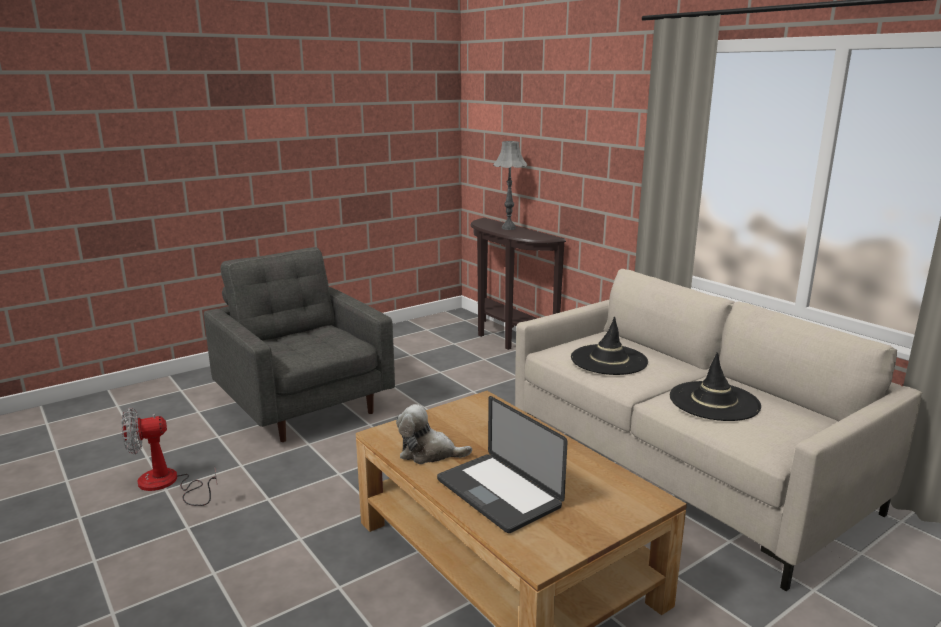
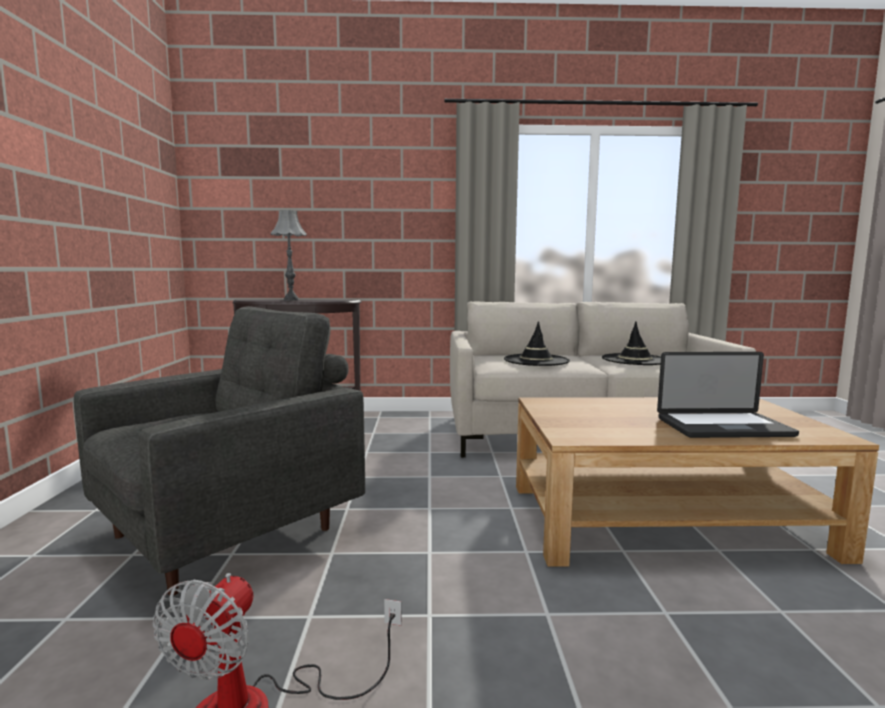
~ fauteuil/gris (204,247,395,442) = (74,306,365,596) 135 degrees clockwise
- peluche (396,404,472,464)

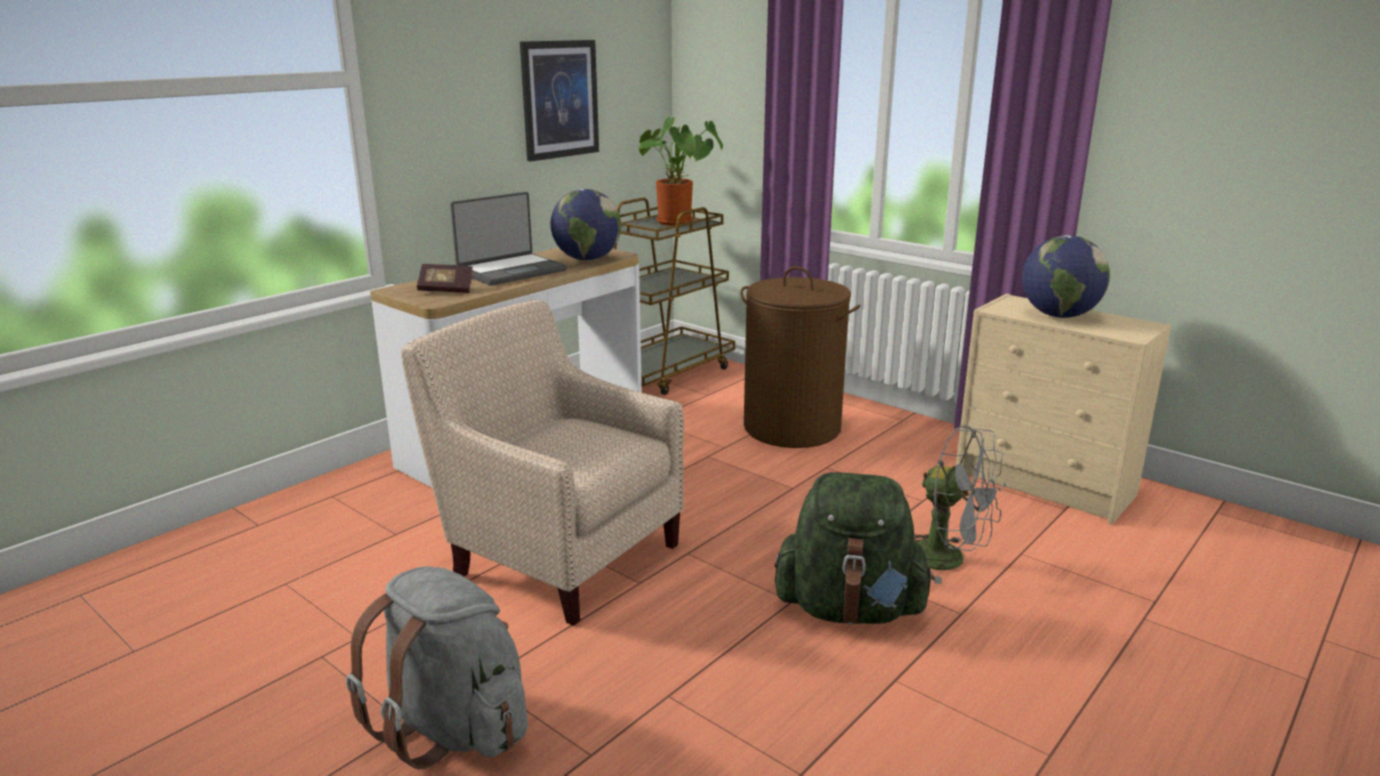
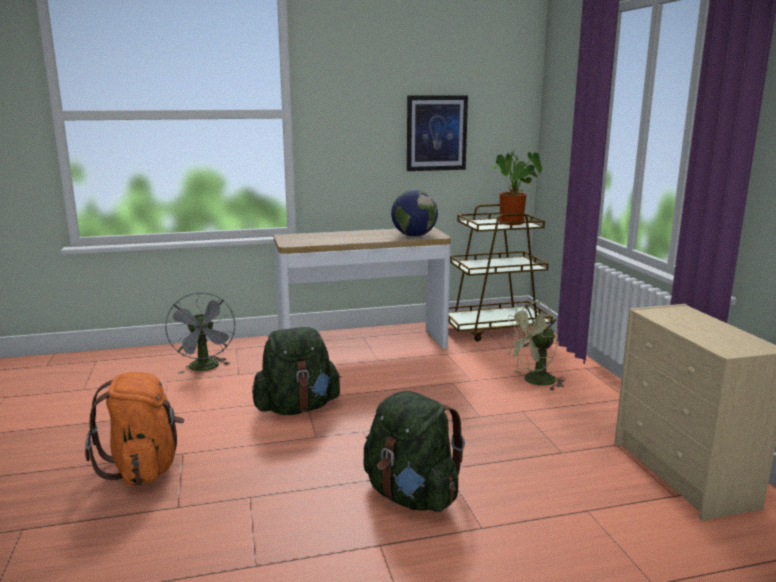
~ sac à dos/gris (346,566,528,770) to sac à dos/orange (85,372,184,485)
~ fauteuil/beige (401,300,684,626) to sac à dos/vert (252,327,341,415)
- livre (417,264,473,293)
- ordinateur portable (450,192,567,285)
~ panier à linge/marron (740,266,860,448) to ventilateur/vert (504,301,566,390)
~ ventilateur/gris (914,425,1006,584) to (165,292,235,373)
- globe (1022,235,1110,318)

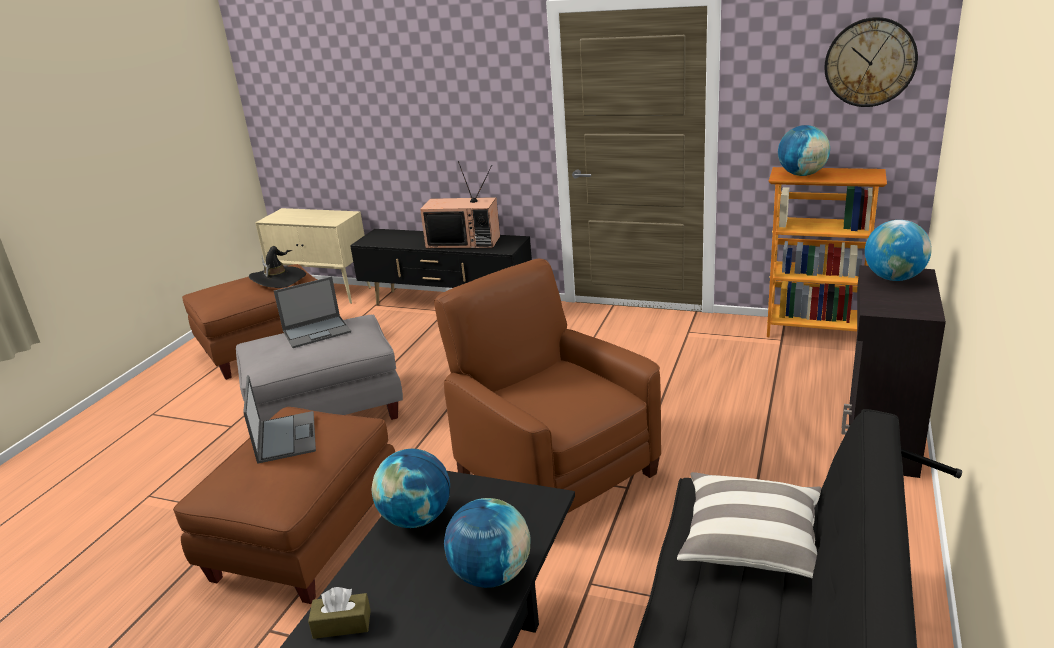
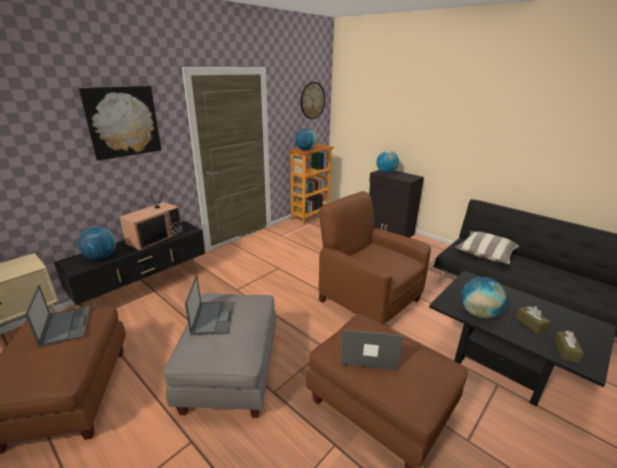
~ chapeau/noir (249,246,306,288) to ordinateur portable (25,285,90,347)
~ fauteuil/marron (434,259,661,513) = (318,191,431,325) 60 degrees clockwise
~ globe (444,498,530,588) to (78,227,116,260)
+ tableau (79,86,162,161)
+ boîte à mouchoirs/marron (516,306,551,333)

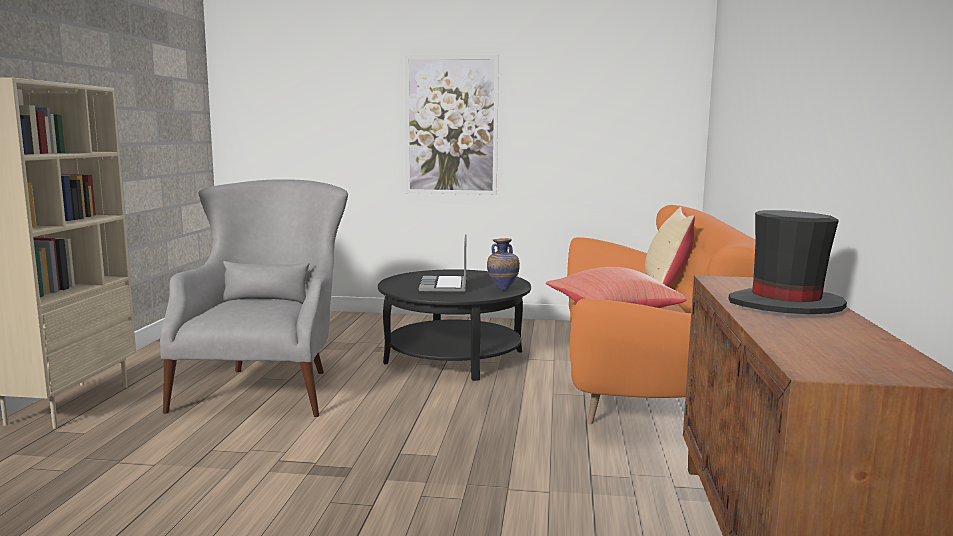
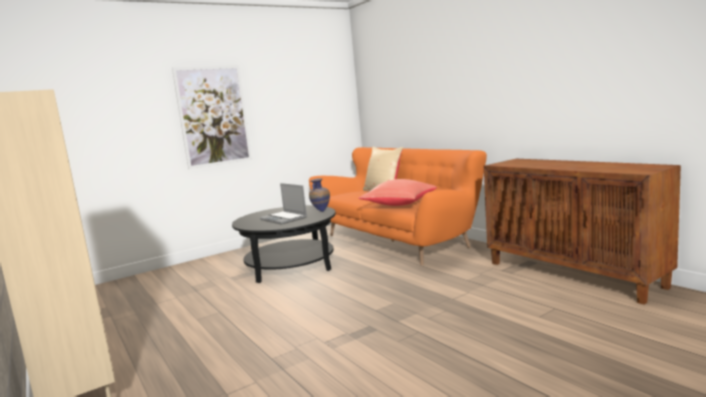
- fauteuil/gris (160,179,348,417)
- chapeau/noir (729,210,847,314)

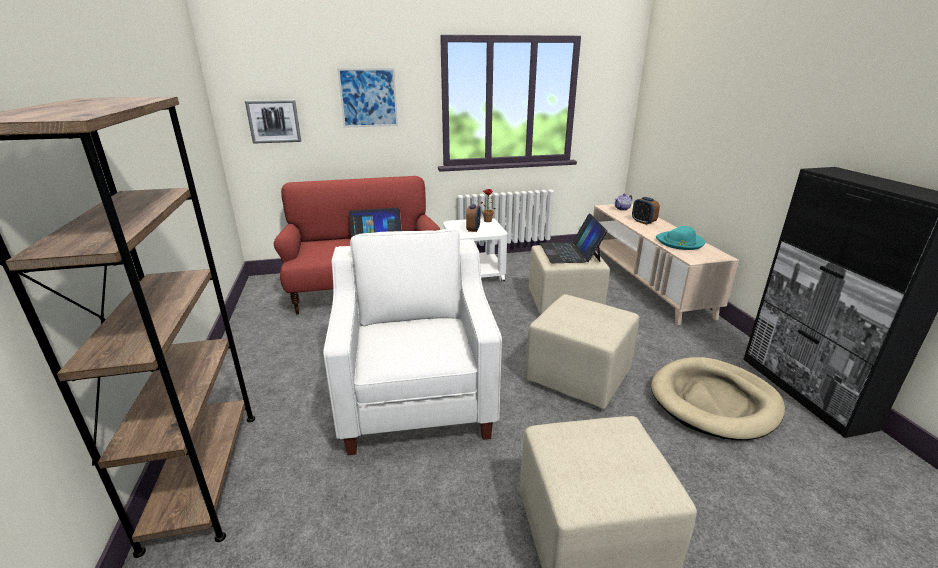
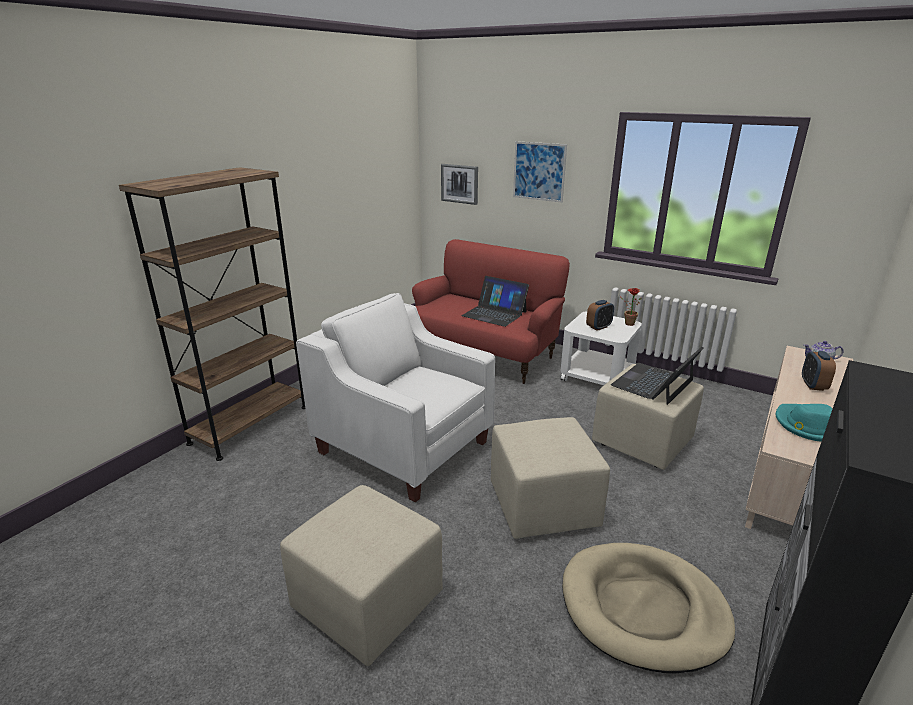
~ fauteuil/blanc (323,229,502,455) = (296,293,495,503) 90 degrees counterclockwise

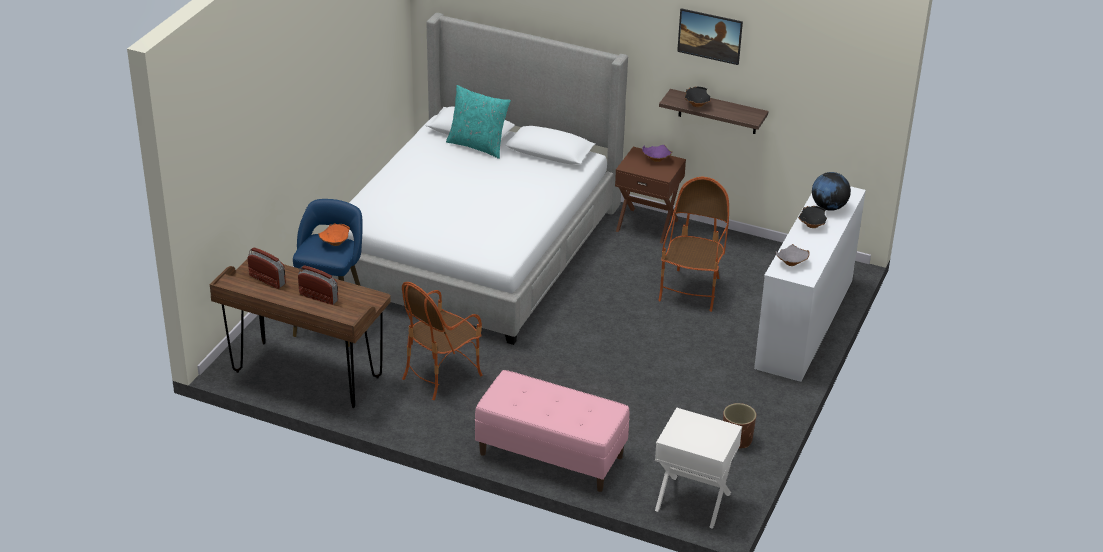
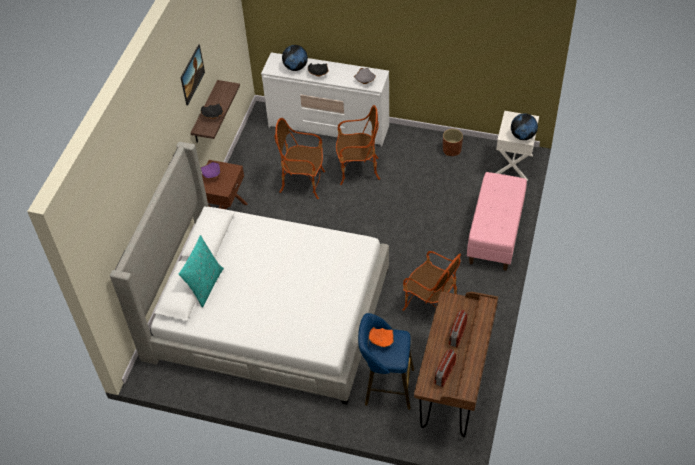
+ fauteuil (336,105,380,185)
+ globe (511,113,538,140)

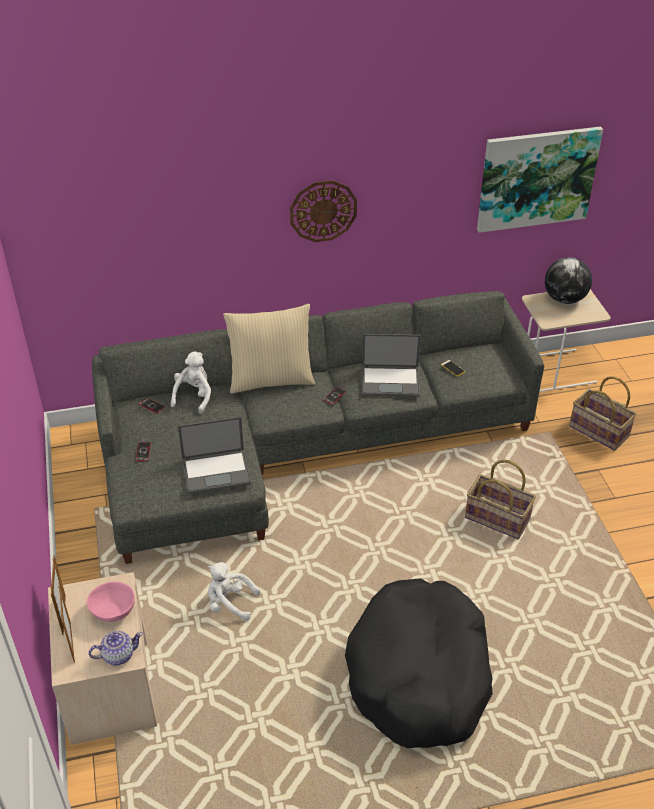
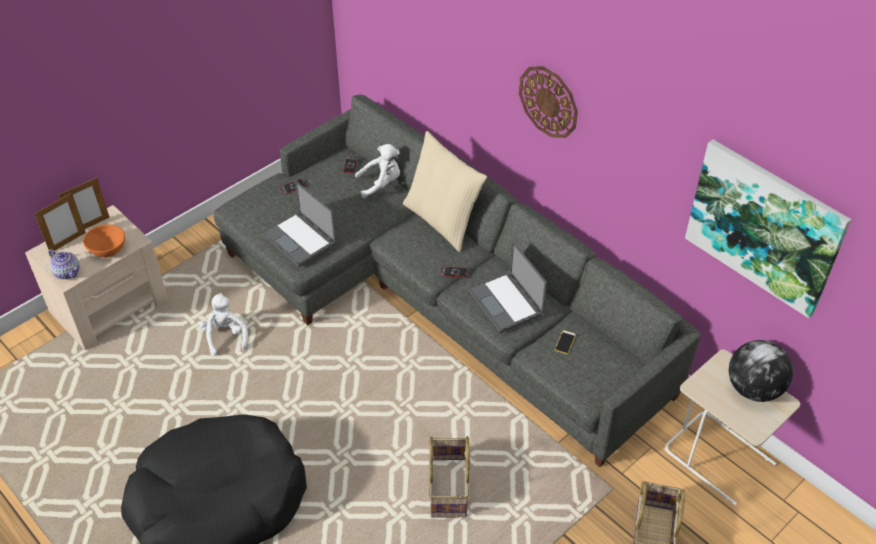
~ bol/rose (87,581,135,622) to bol/orange (83,224,125,258)

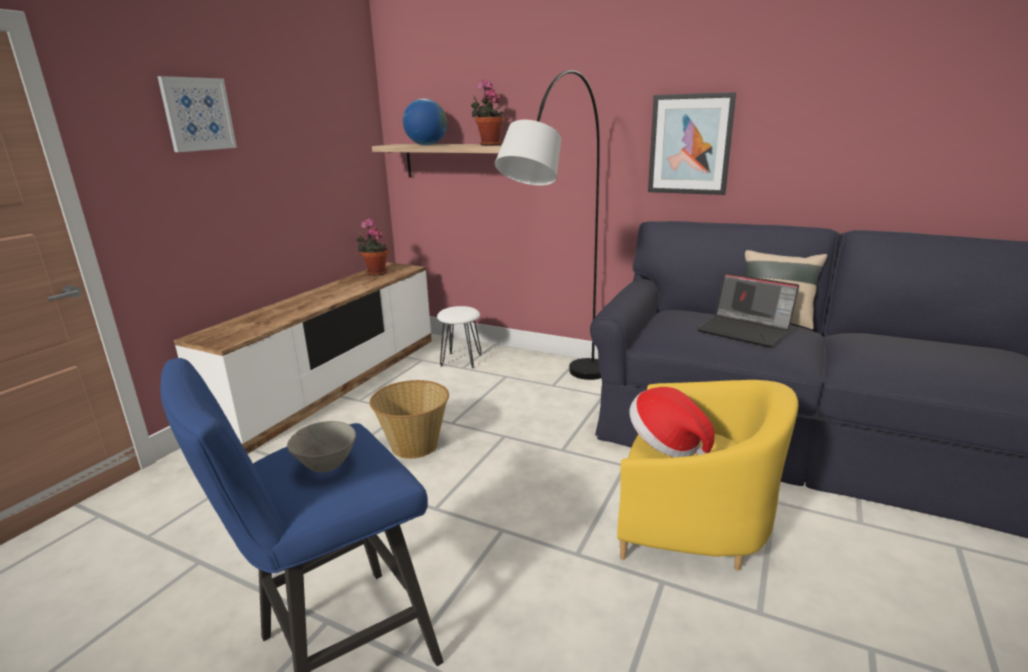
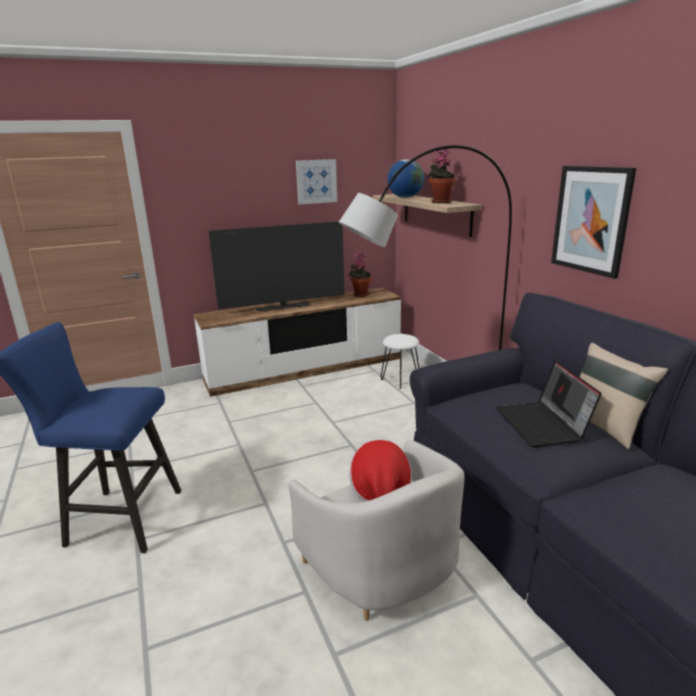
~ tableau (157,76,237,152) to (296,159,337,205)
- bol/gris (287,421,356,472)
- panier (370,380,449,459)
~ fauteuil/jaune (617,380,798,571) to fauteuil/blanc (289,440,465,621)
+ téléviseur (209,221,344,311)

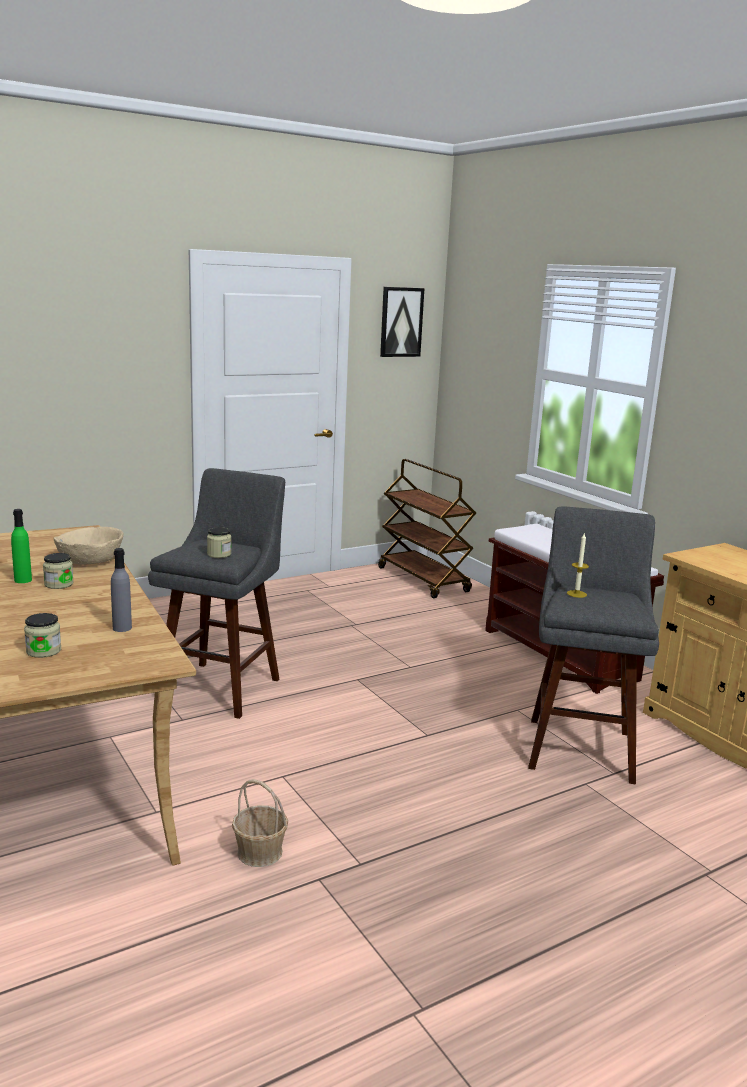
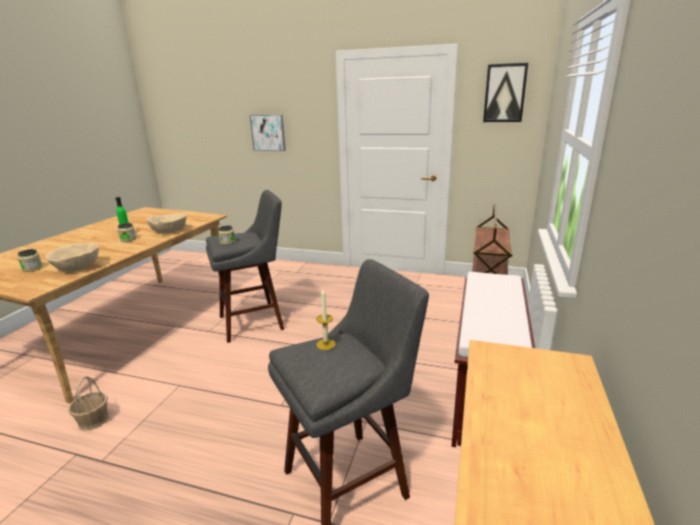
~ bouteille/gris (111,548,132,632) to bol/beige (46,243,99,272)
+ tableau (250,115,286,151)

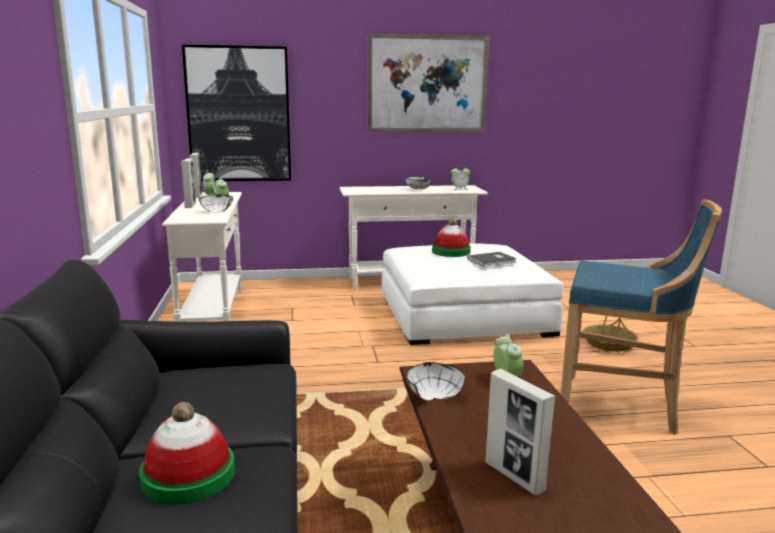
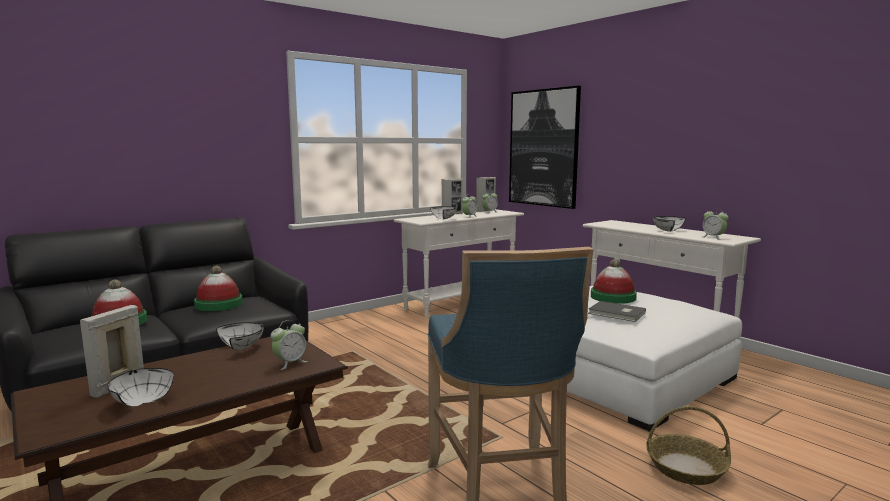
- tableau (368,34,490,132)
+ bol/blanc (107,368,174,407)
+ chapeau (194,266,243,311)

